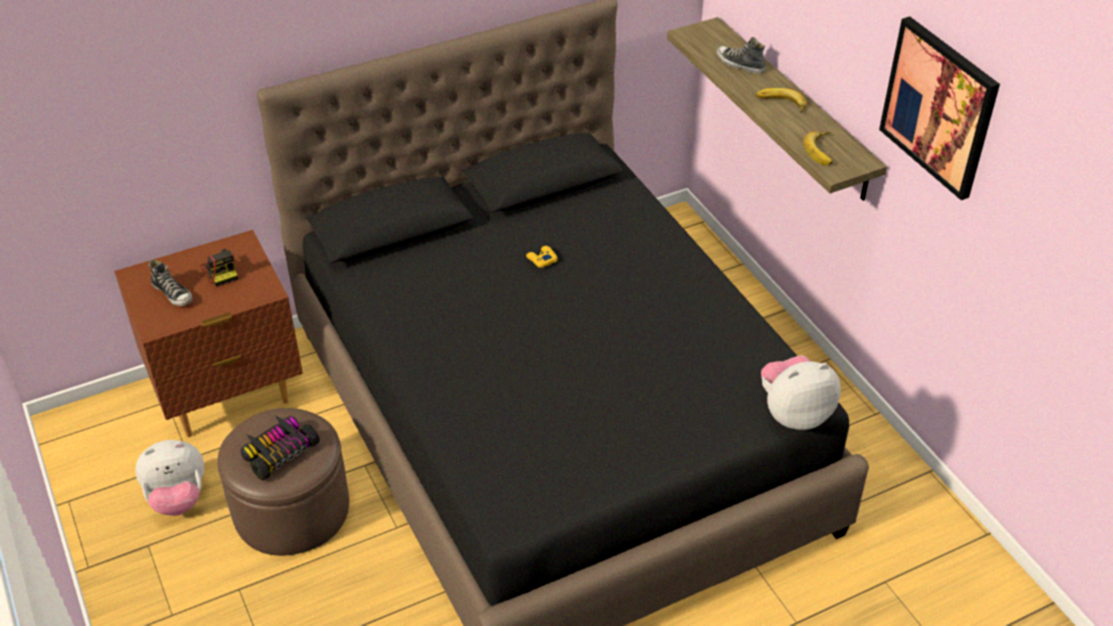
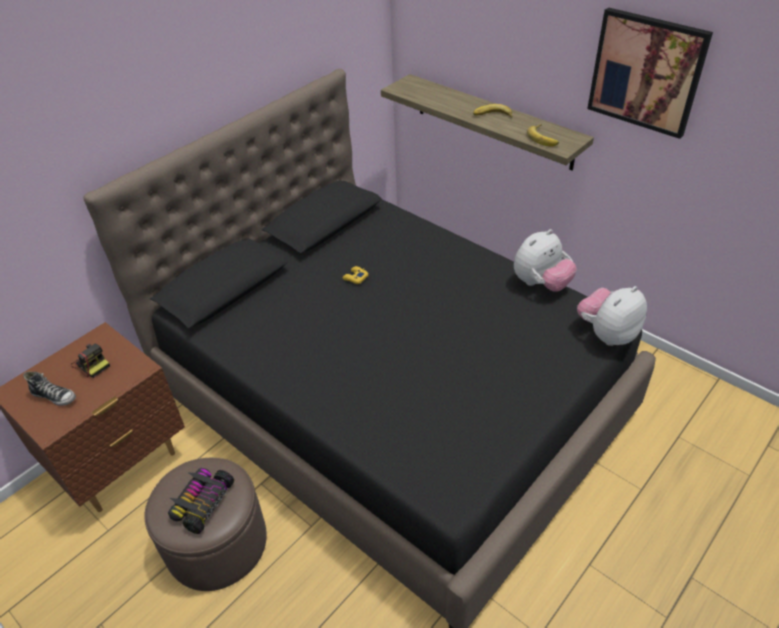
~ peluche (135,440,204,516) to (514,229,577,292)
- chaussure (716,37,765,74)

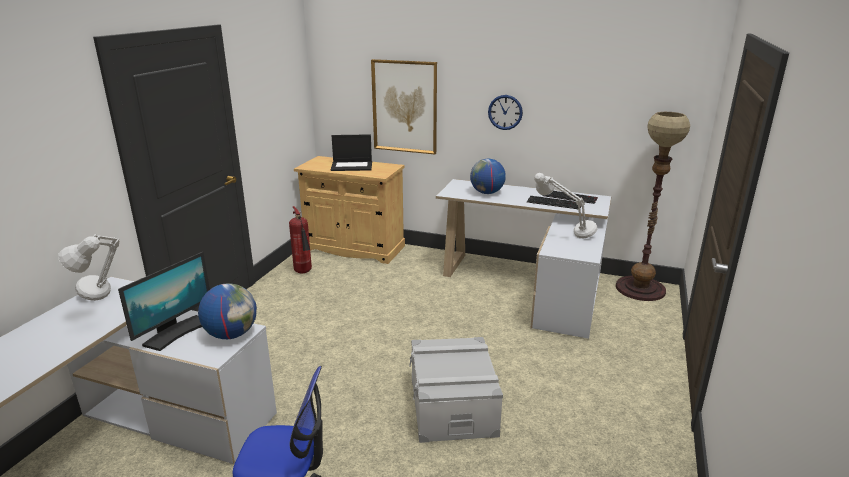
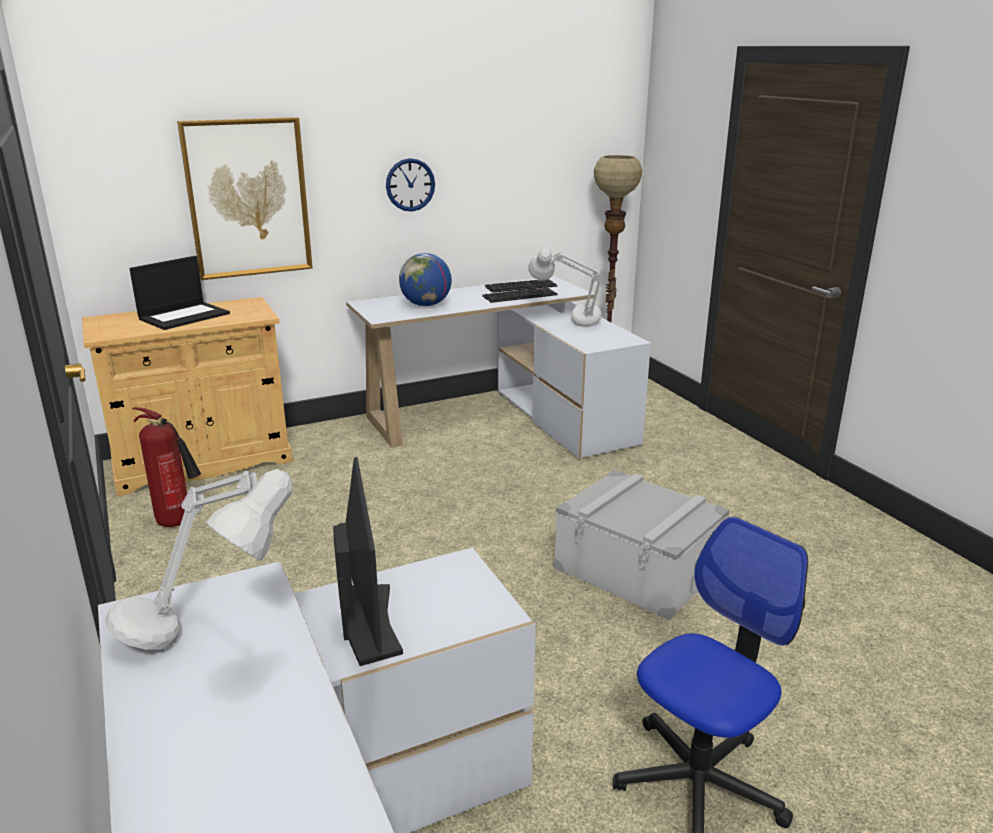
- globe (198,283,257,339)

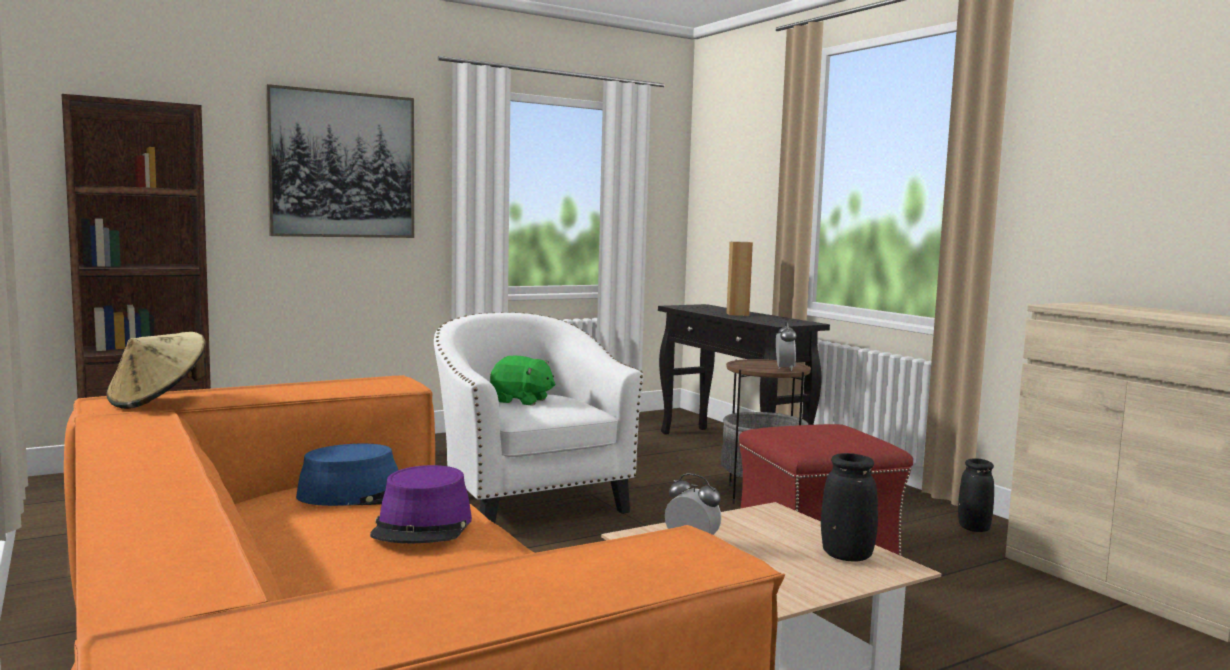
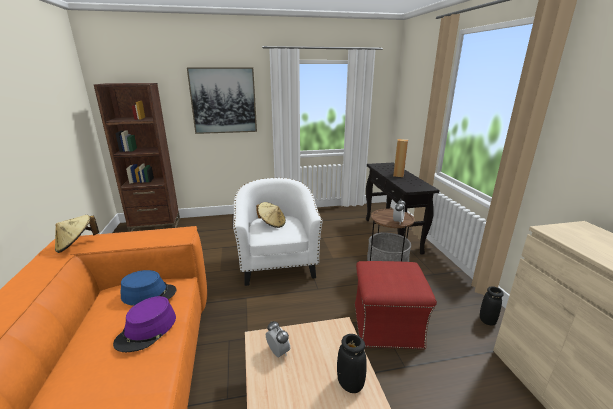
~ peluche/vert (490,356,555,406) to chapeau/beige (256,202,286,228)

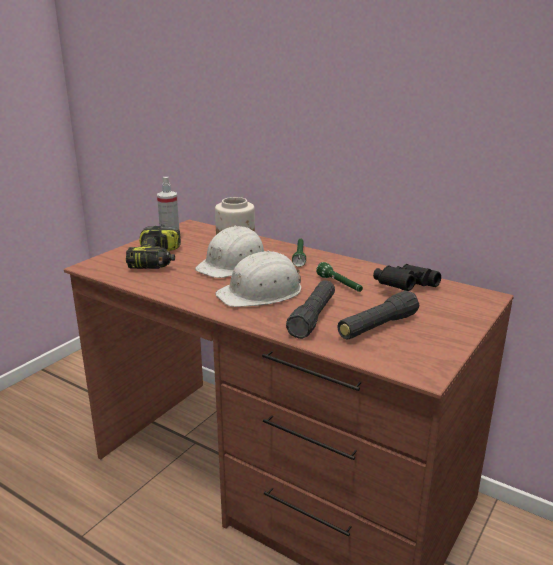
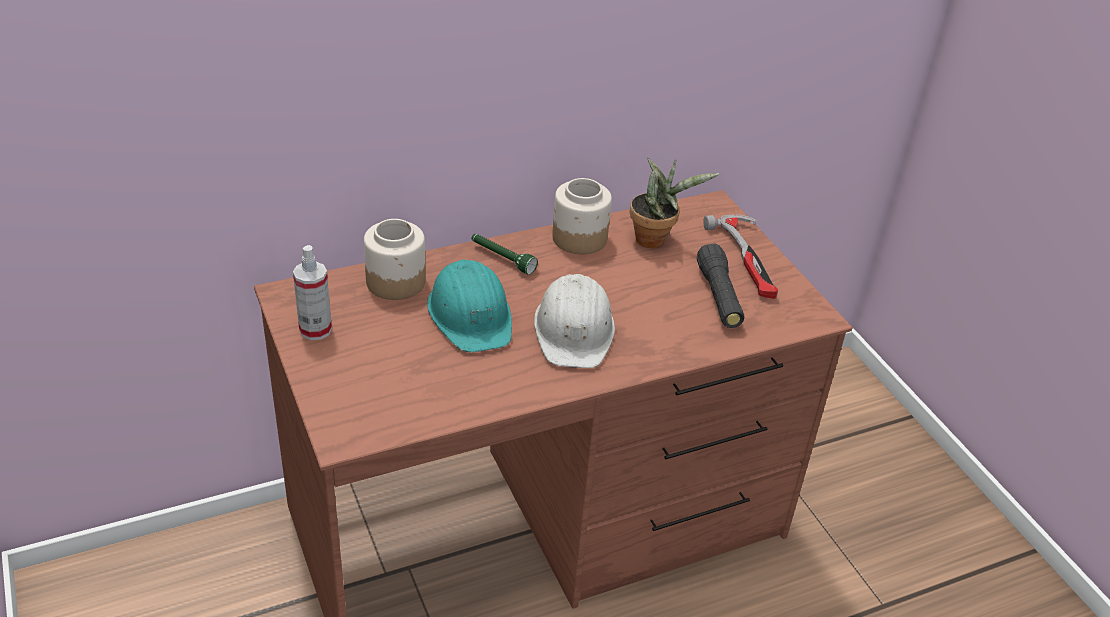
- perceuse (126,226,181,269)
~ casque de chantier/blanc (195,226,264,278) to casque de chantier/turquoise (427,260,512,352)
- lampe de poche/noir (286,280,335,339)
- lampe de poche/vert (316,262,363,292)
~ jumelles/noir (373,264,441,291) to plante en pot (630,158,719,248)
+ bocal (552,178,612,254)
+ marteau (703,214,778,299)

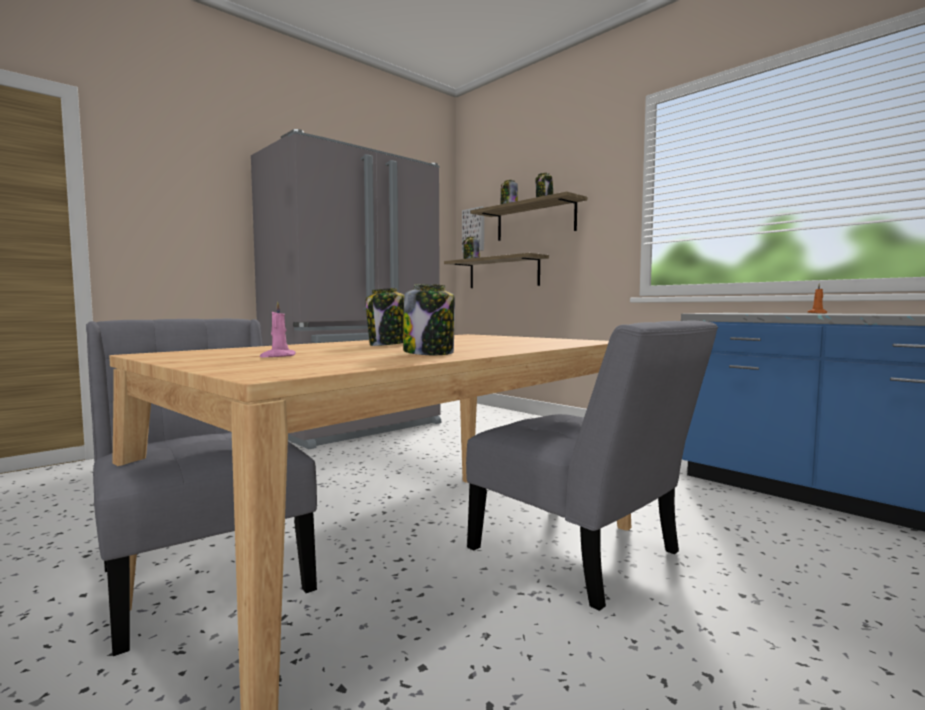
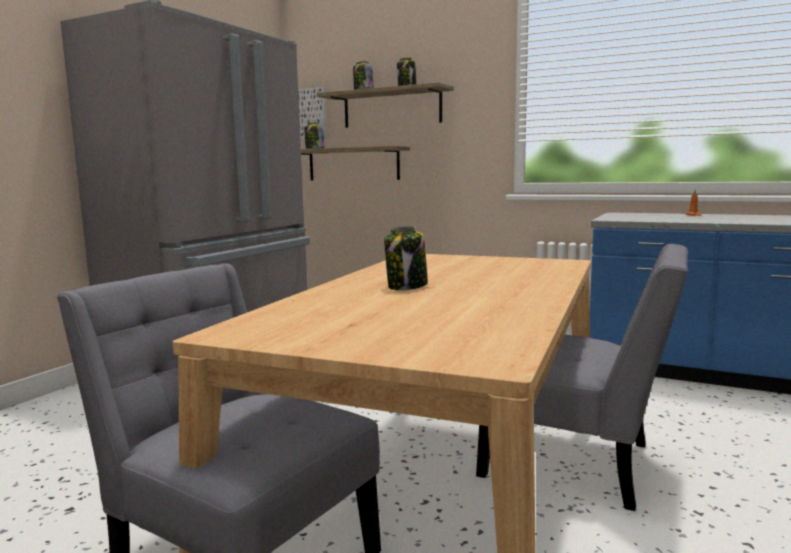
- bougie/rose (260,301,296,358)
- bocal (403,284,455,355)

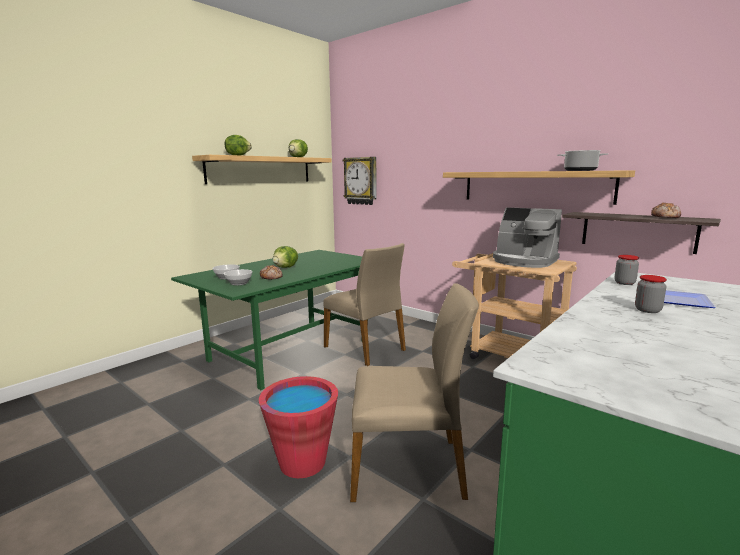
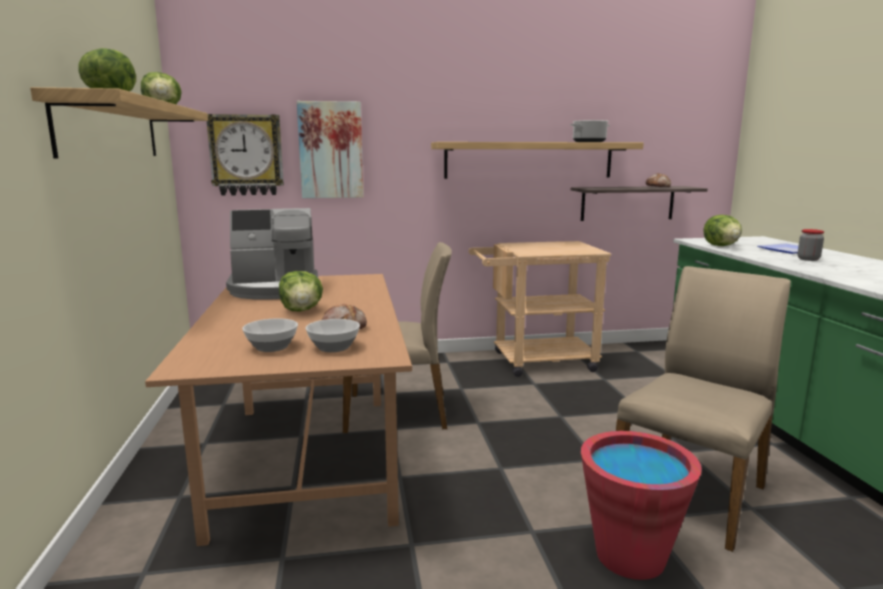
~ table à manger/vert (171,250,362,390) to table à manger/marron (145,274,412,546)
~ machine à café (493,208,562,268) to (226,208,318,300)
~ bocal (614,255,639,285) to laitue (704,215,742,246)
+ tableau (297,101,364,198)

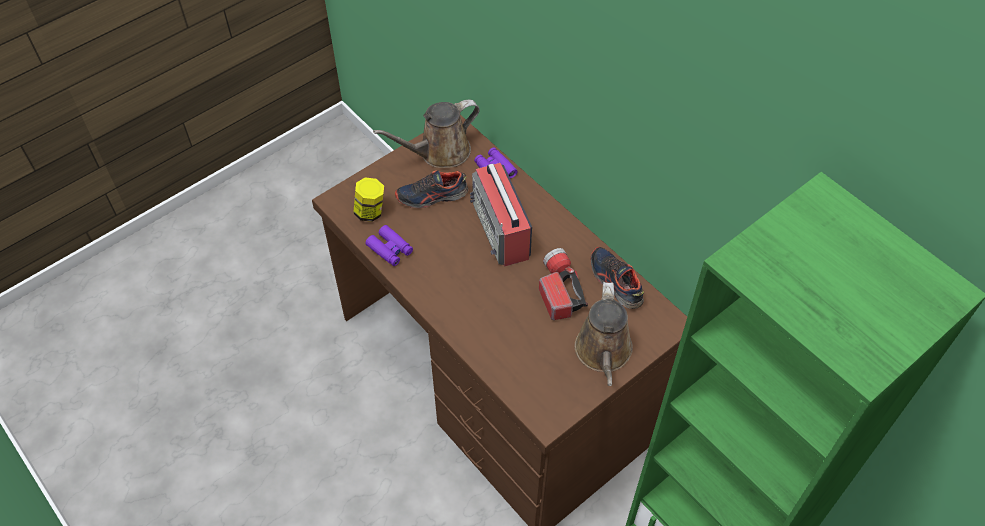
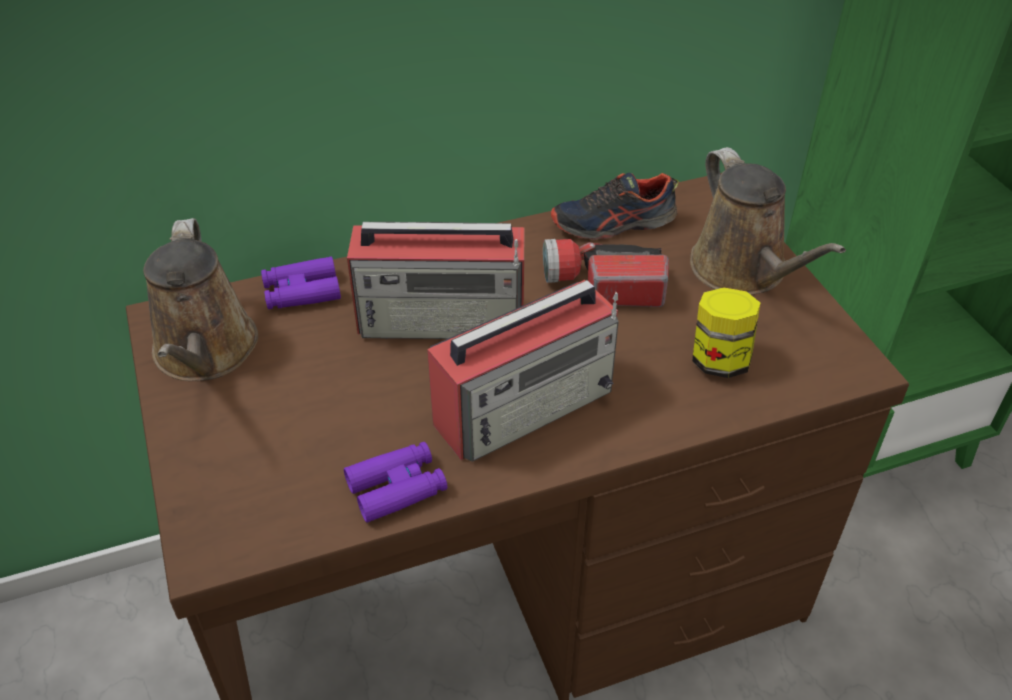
~ bocal (353,177,384,222) to (692,287,760,378)
- chaussure (395,170,468,208)
~ arrosoir/marron (575,282,633,386) = (690,147,846,295) 45 degrees clockwise
+ radio (427,280,619,462)

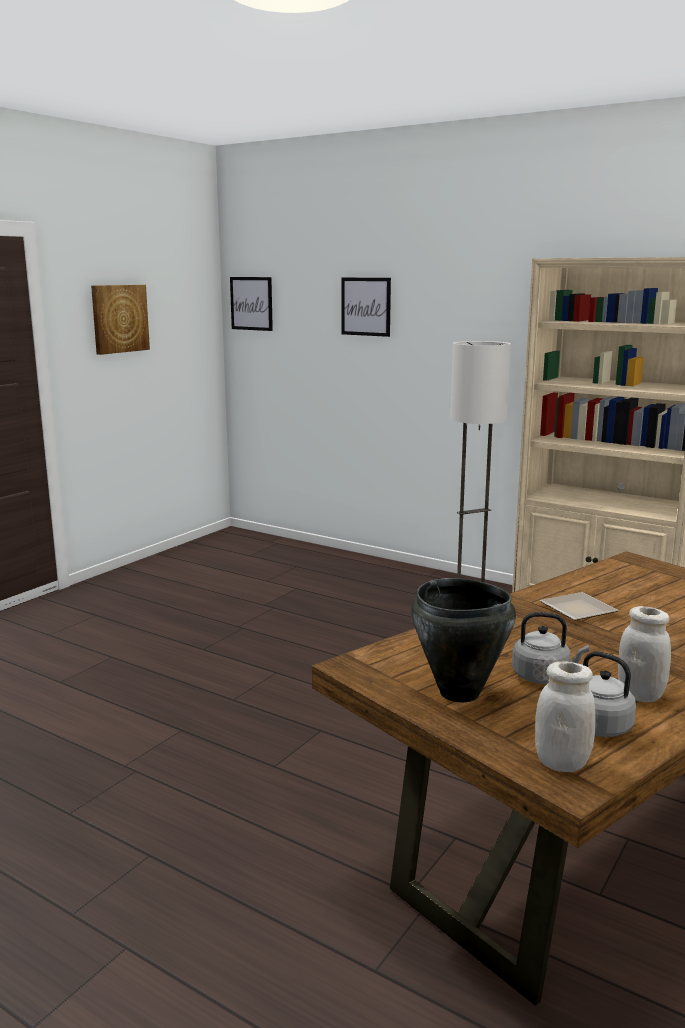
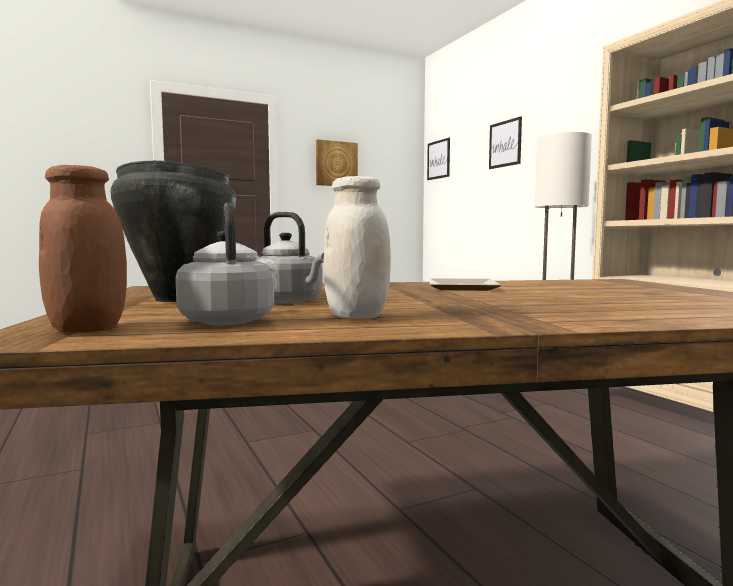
~ bocal/blanc (535,661,595,772) to bocal/marron (39,165,127,333)

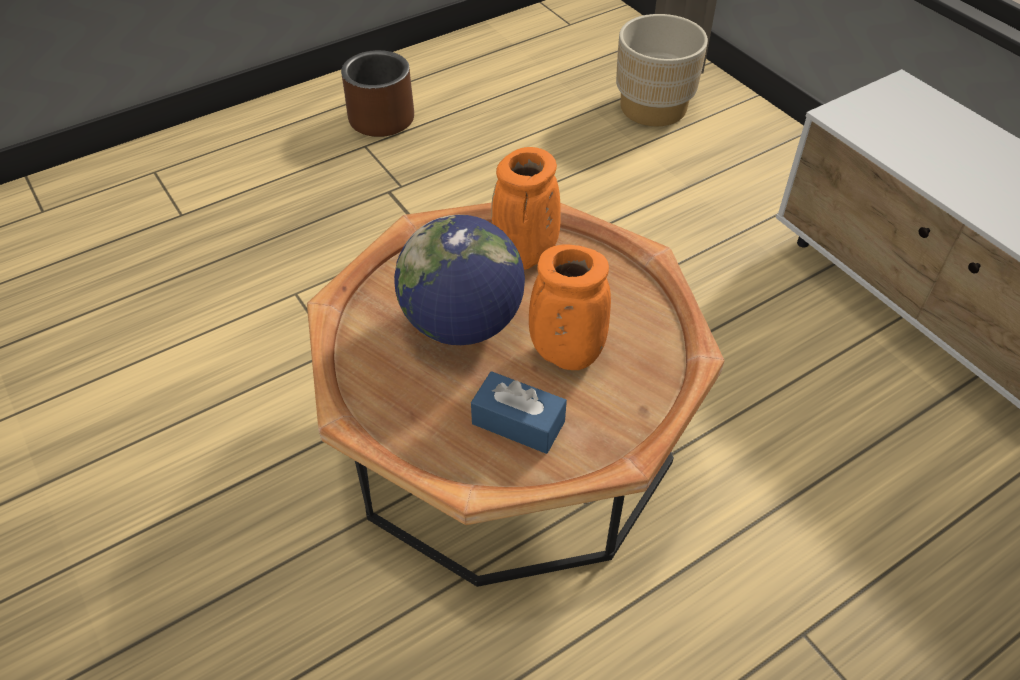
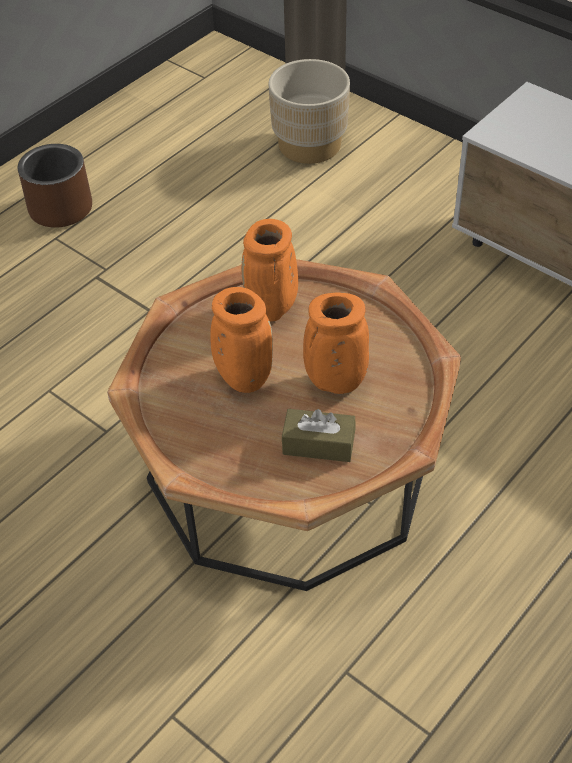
~ globe (394,215,525,345) to vase/orange (210,287,273,393)
~ boîte à mouchoirs/bleu (471,371,567,454) to boîte à mouchoirs/marron (282,409,356,462)

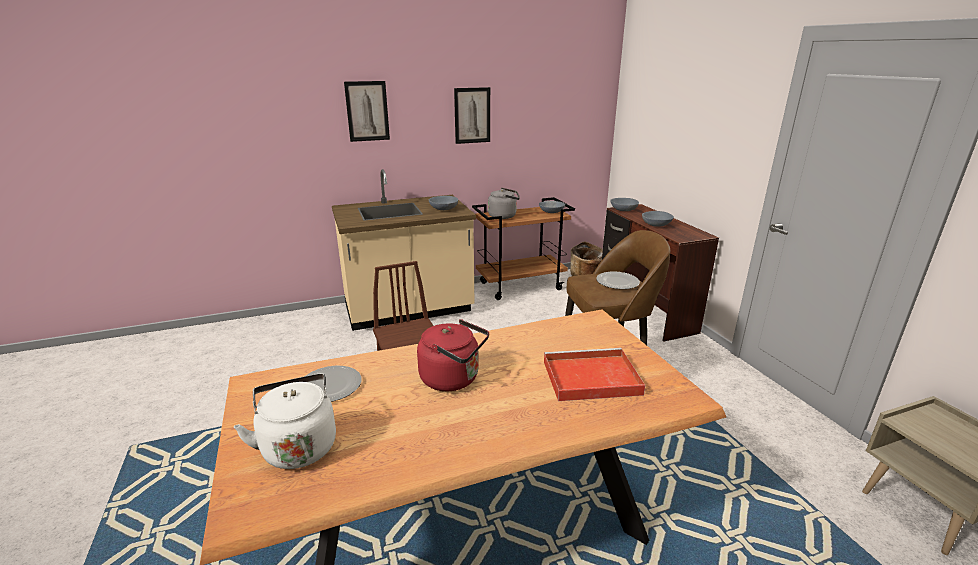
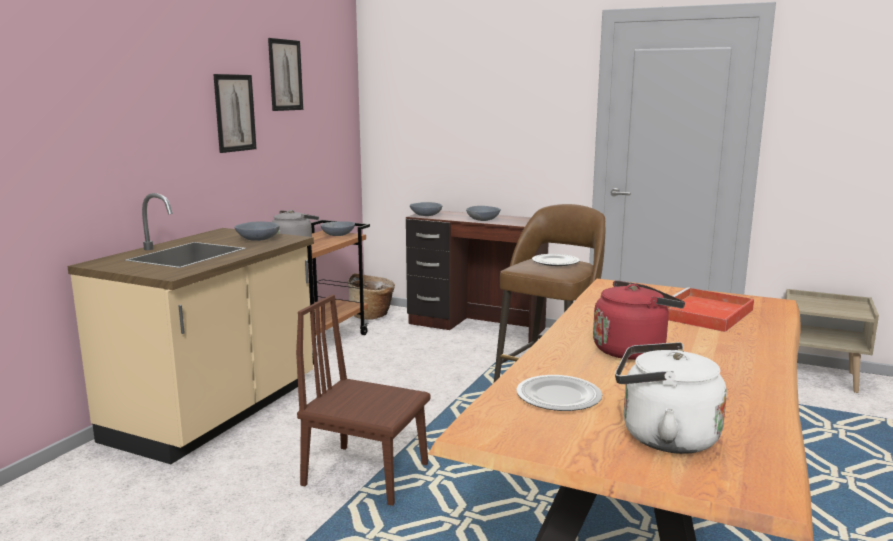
~ tableau (344,81,390,142) to (268,38,303,111)

